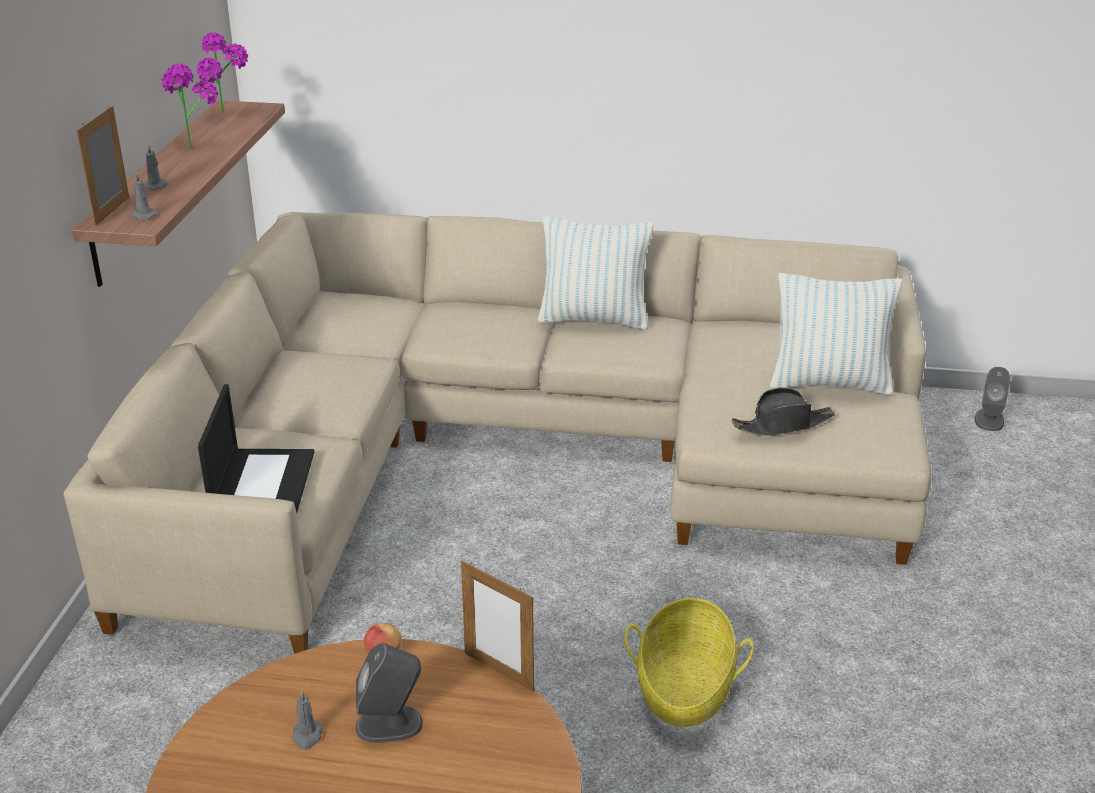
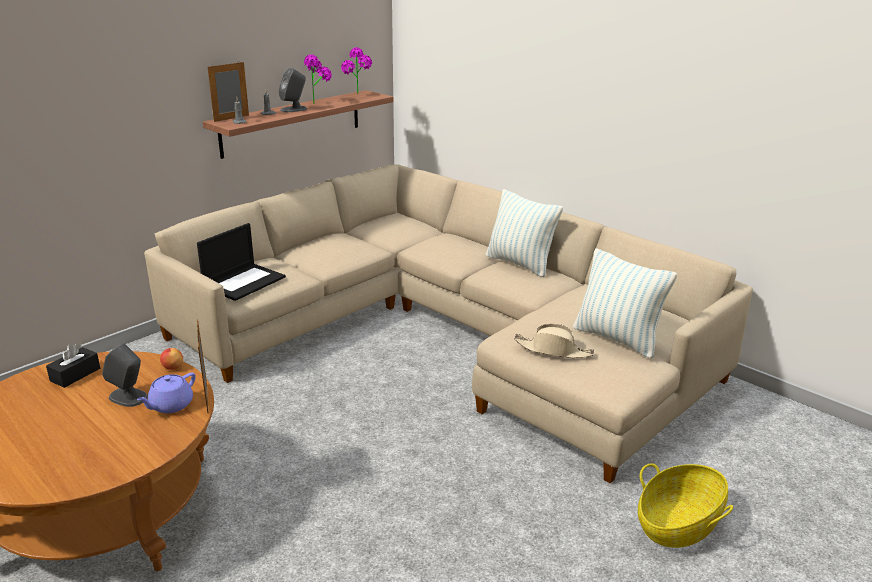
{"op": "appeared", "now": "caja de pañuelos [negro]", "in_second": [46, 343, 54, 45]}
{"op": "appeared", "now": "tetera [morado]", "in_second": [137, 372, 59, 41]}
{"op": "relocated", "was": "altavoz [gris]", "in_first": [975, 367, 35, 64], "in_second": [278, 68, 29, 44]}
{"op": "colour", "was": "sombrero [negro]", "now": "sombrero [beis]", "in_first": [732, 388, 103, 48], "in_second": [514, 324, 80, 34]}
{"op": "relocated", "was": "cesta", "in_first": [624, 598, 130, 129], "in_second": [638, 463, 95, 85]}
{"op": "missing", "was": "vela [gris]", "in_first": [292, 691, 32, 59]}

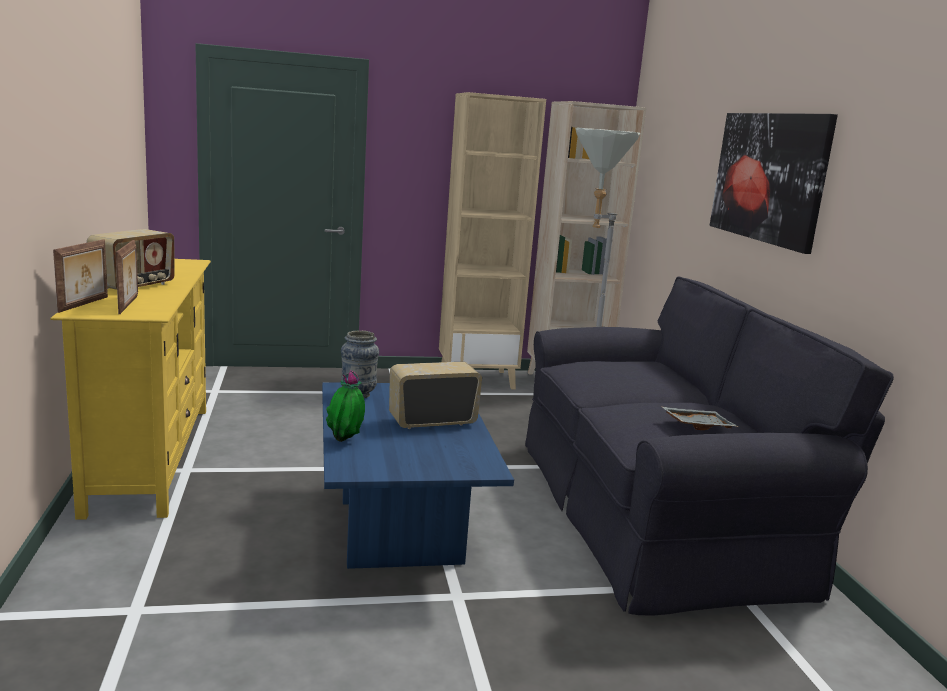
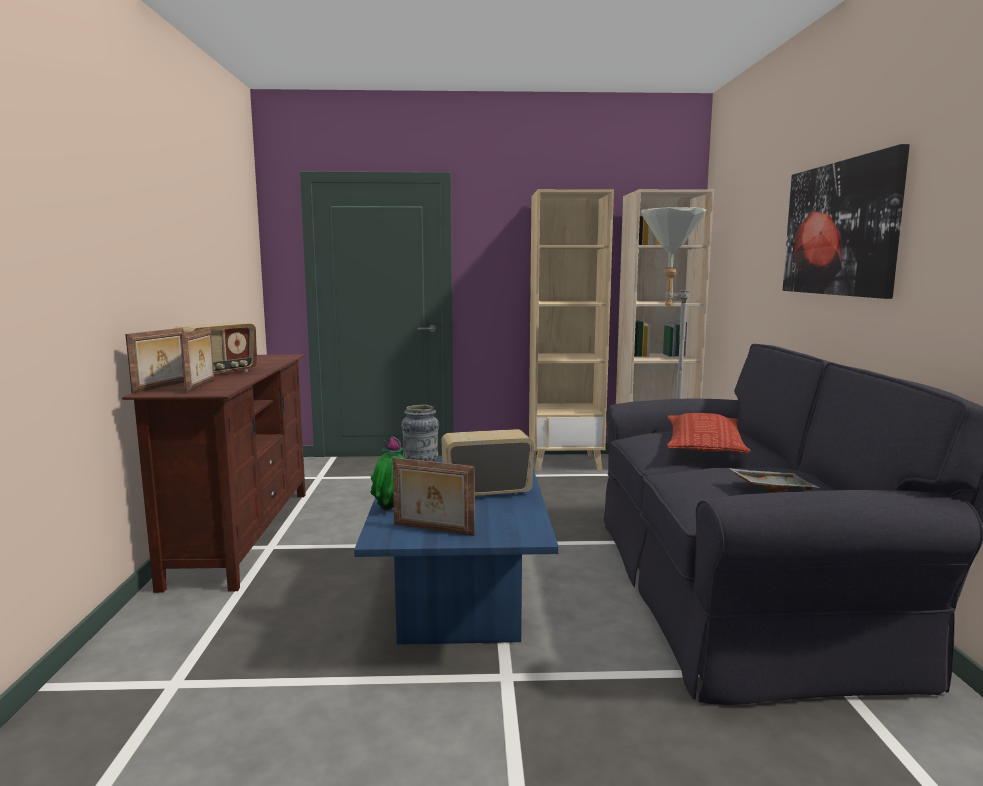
{"op": "colour", "was": "mueble de televisión [amarillo]", "now": "mueble de televisión [marrón]", "in_first": [50, 259, 161, 261], "in_second": [122, 355, 184, 238]}
{"op": "appeared", "now": "portarretratos", "in_second": [392, 457, 83, 79]}
{"op": "appeared", "now": "cojín", "in_second": [667, 413, 84, 40]}

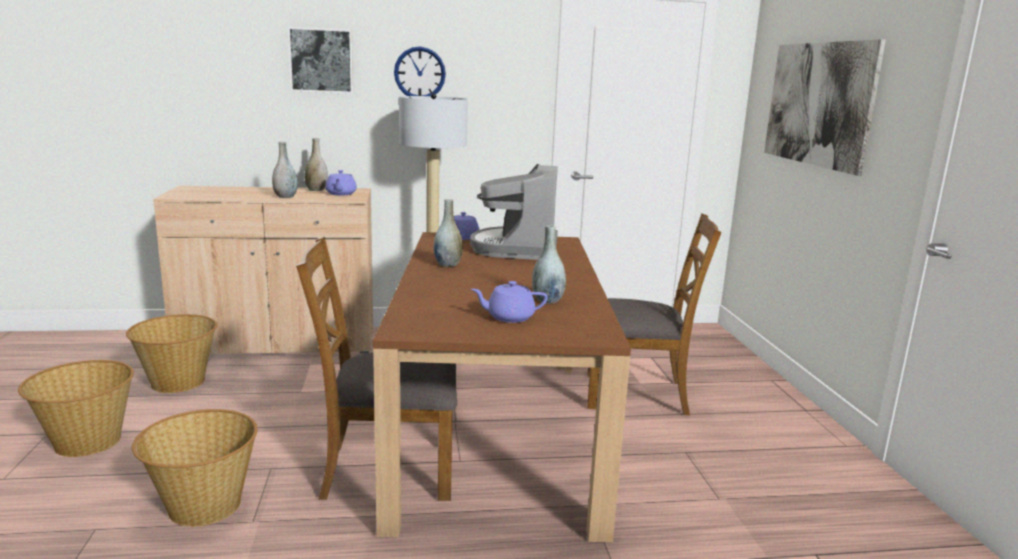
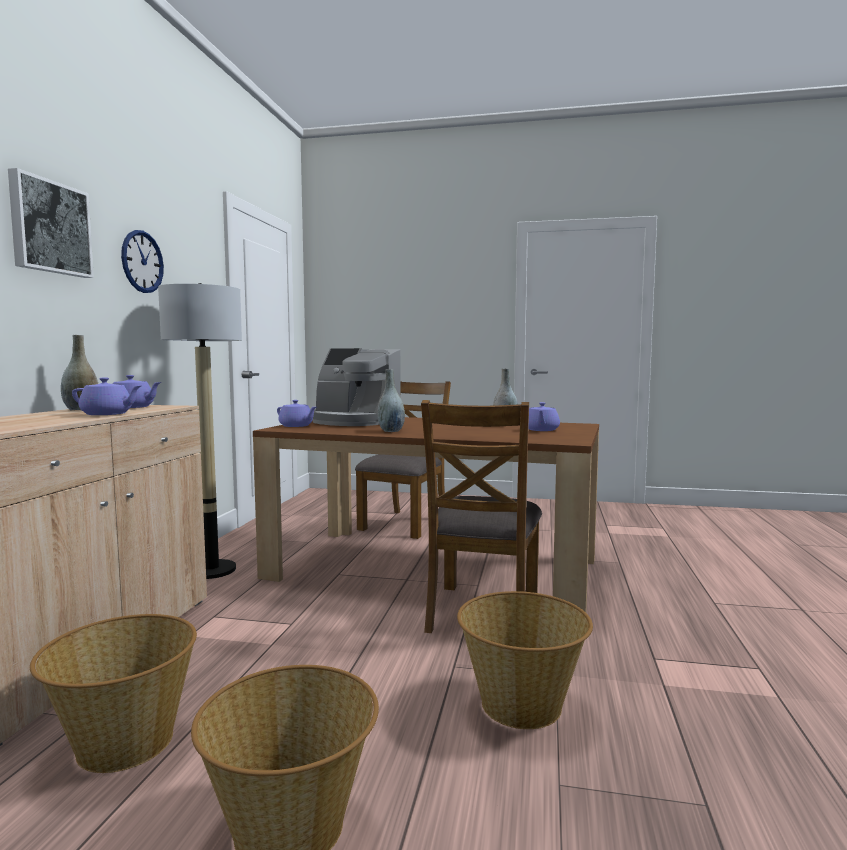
{"op": "exchanged", "was": "florero [gris]", "now": "tetera [morado]", "in_first": [272, 142, 26, 56], "in_second": [72, 378, 69, 37]}
{"op": "missing", "was": "cuadro", "in_first": [764, 39, 122, 137]}

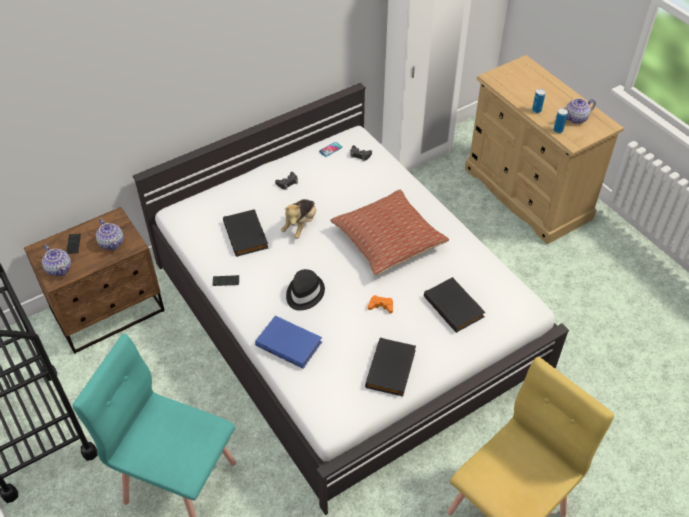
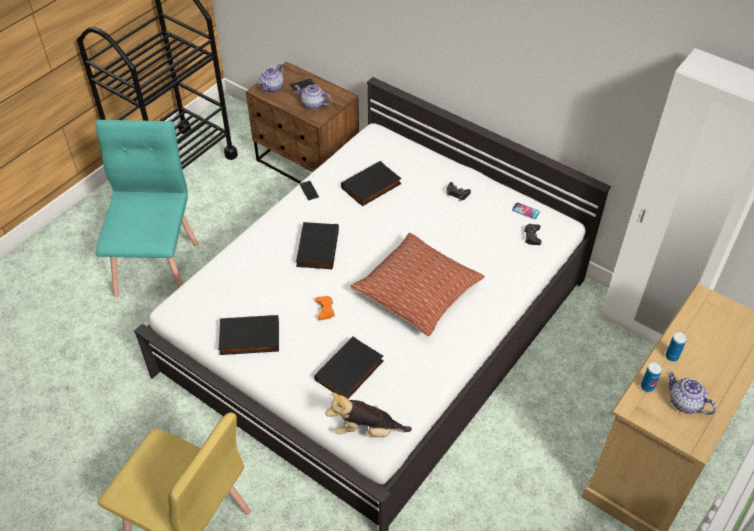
{"op": "spun", "was": "tetera", "in_first": [96, 218, 28, 32], "in_second": [295, 85, 37, 25], "clockwise": 75}
{"op": "exchanged", "was": "sombrero [negro]", "now": "libro [negro]", "in_first": [286, 269, 39, 42], "in_second": [296, 222, 43, 47]}
{"op": "relocated", "was": "peluche", "in_first": [281, 199, 35, 40], "in_second": [326, 393, 86, 45]}
{"op": "missing", "was": "libro [azul]", "in_first": [255, 315, 67, 54]}

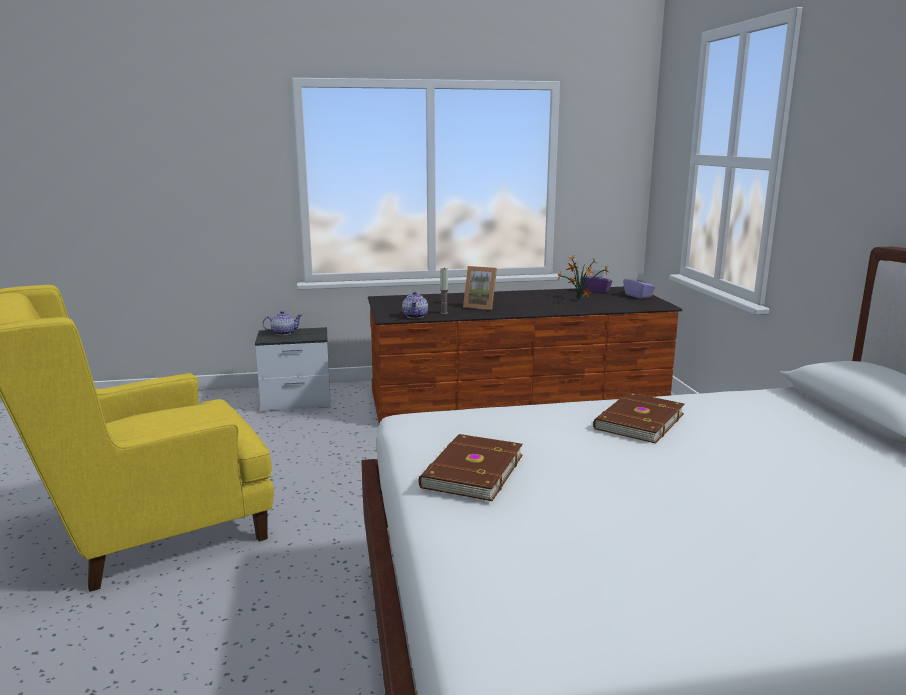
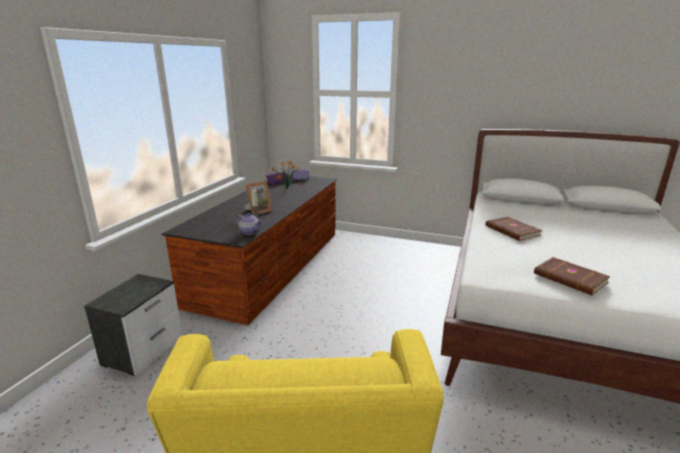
{"op": "missing", "was": "tetera", "in_first": [263, 311, 39, 24]}

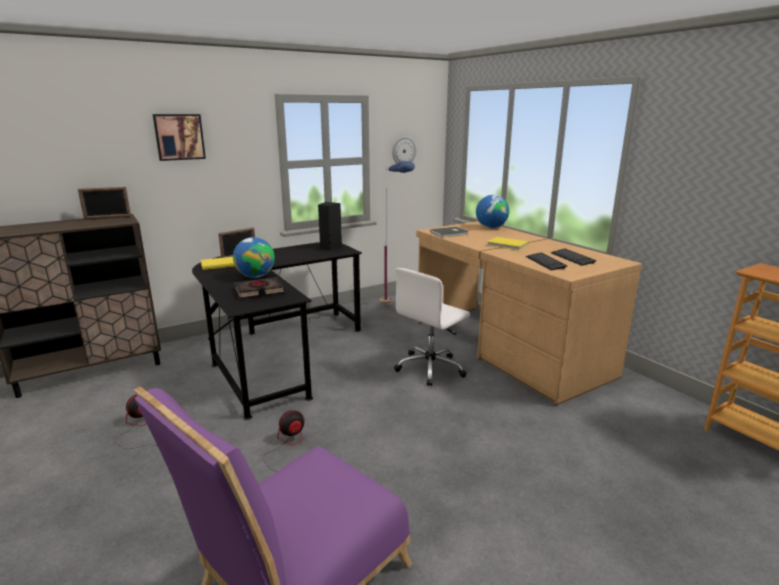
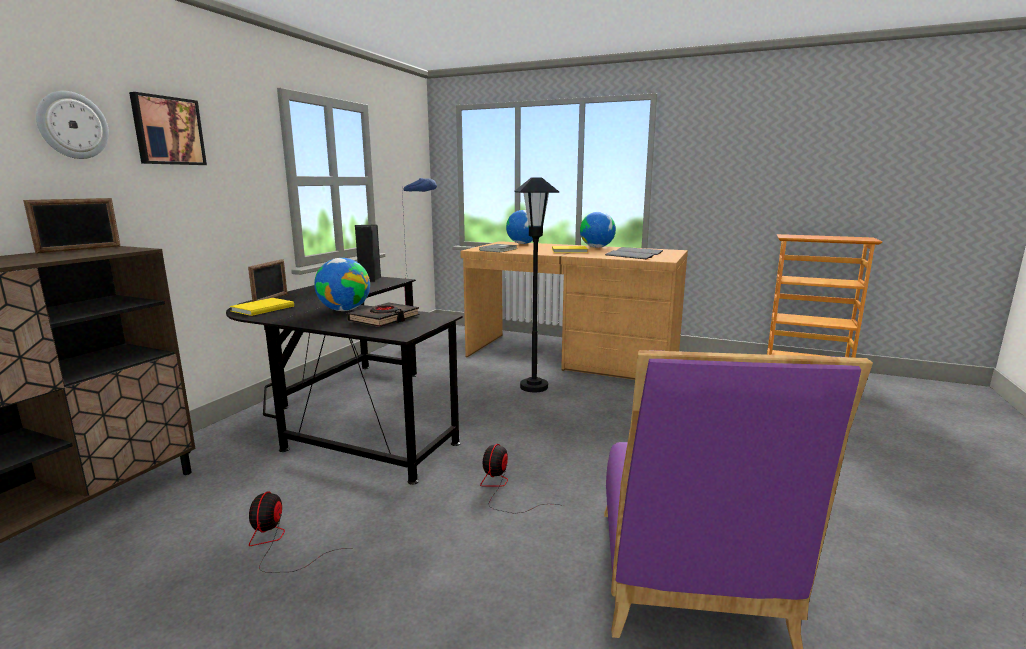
{"op": "relocated", "was": "reloj de pared", "in_first": [392, 136, 25, 27], "in_second": [36, 91, 73, 68]}
{"op": "exchanged", "was": "silla de oficina [blanco]", "now": "lámpara de pie [negro]", "in_first": [394, 268, 76, 118], "in_second": [514, 177, 45, 215]}
{"op": "appeared", "now": "globo terráqueo", "in_second": [580, 212, 36, 36]}

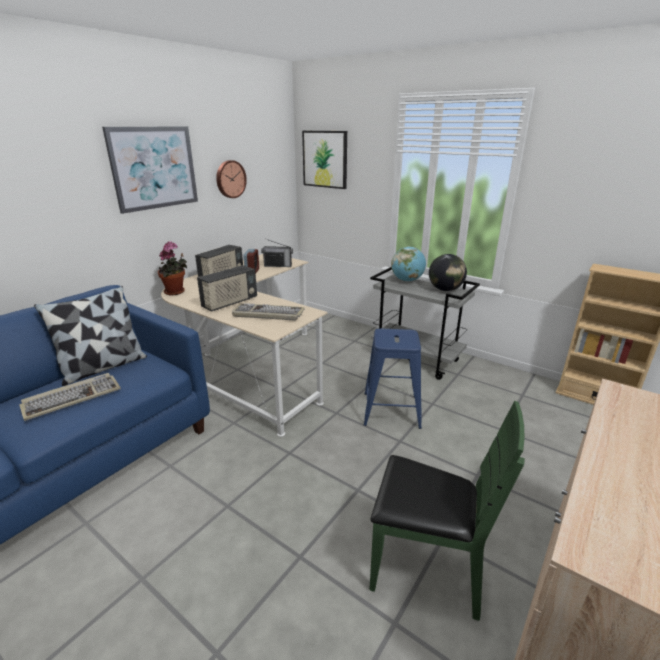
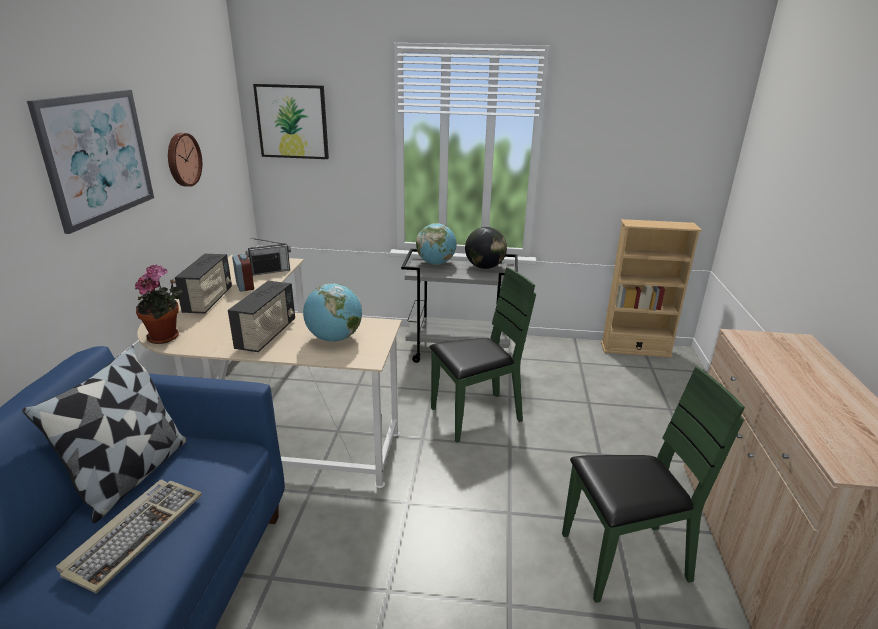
{"op": "exchanged", "was": "teclado", "now": "globo terráqueo", "in_first": [232, 303, 73, 18], "in_second": [303, 283, 59, 59]}
{"op": "exchanged", "was": "taburete [azul]", "now": "silla [verde]", "in_first": [364, 329, 58, 100], "in_second": [430, 267, 106, 176]}

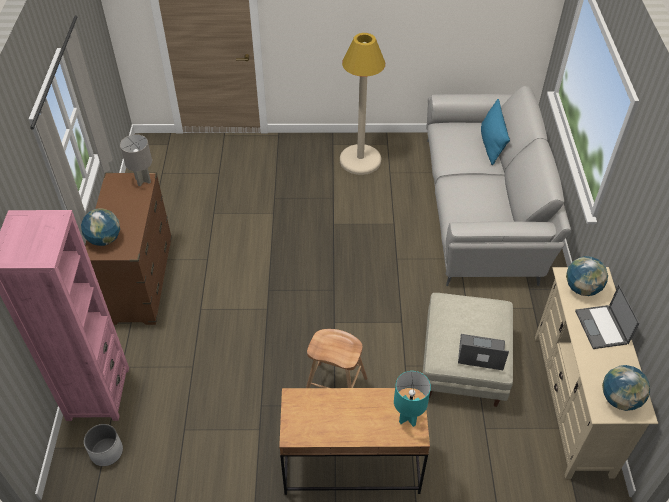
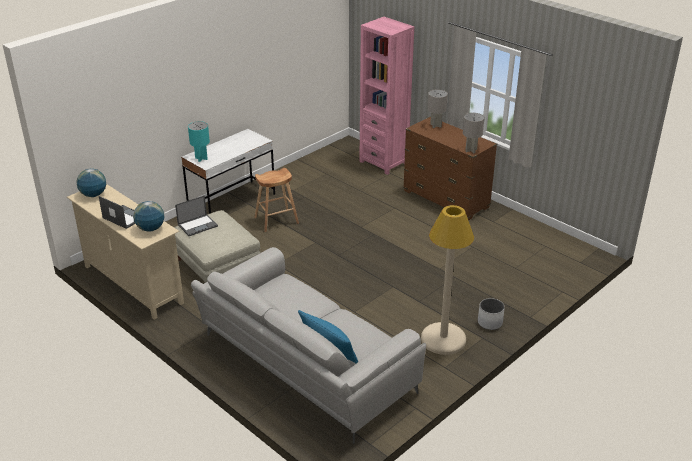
{"op": "colour", "was": "escritorio [marrón]", "now": "escritorio [blanco]", "in_first": [279, 388, 151, 107], "in_second": [181, 129, 94, 85]}
{"op": "exchanged", "was": "globo terráqueo", "now": "lámpara de mesa [gris]", "in_first": [81, 208, 39, 38], "in_second": [428, 89, 20, 39]}
{"op": "relocated", "was": "maceta [blanco]", "in_first": [84, 424, 39, 42], "in_second": [478, 298, 27, 32]}

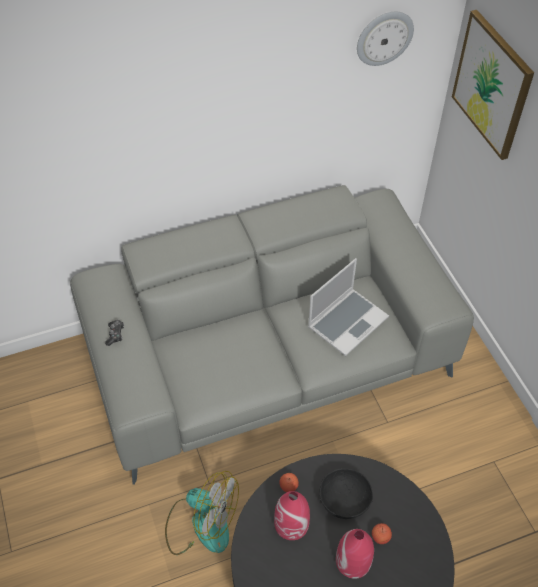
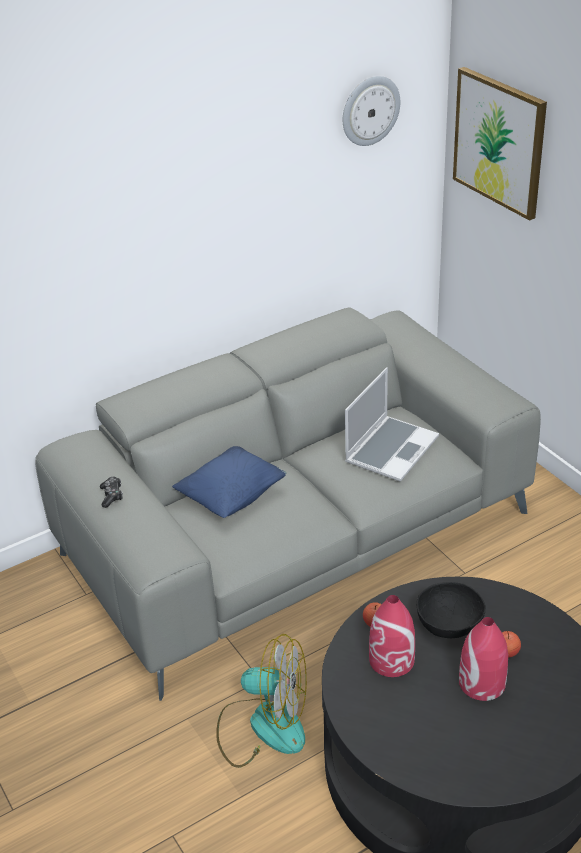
{"op": "appeared", "now": "cojín [azul]", "in_second": [172, 446, 114, 72]}

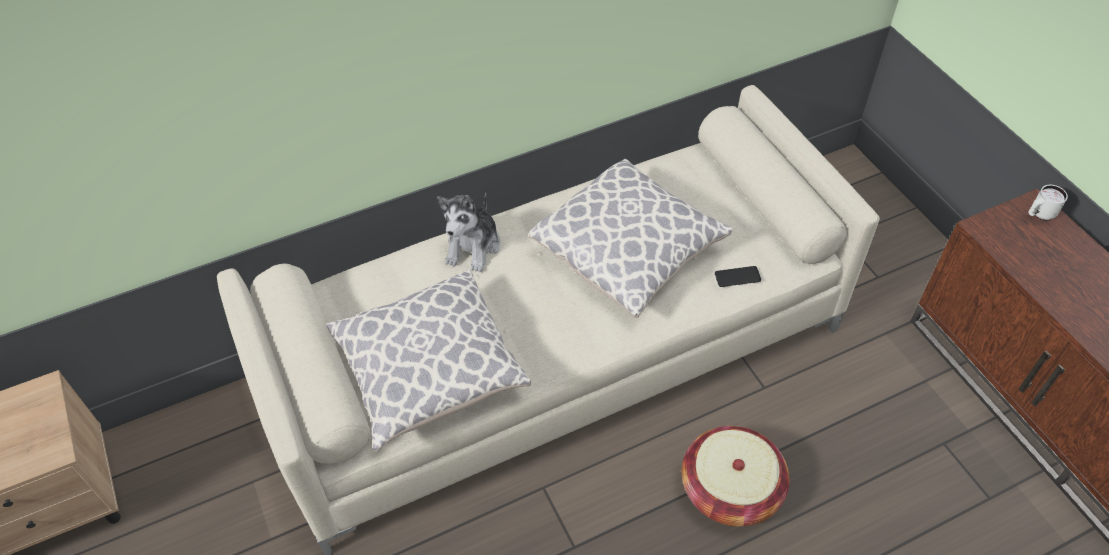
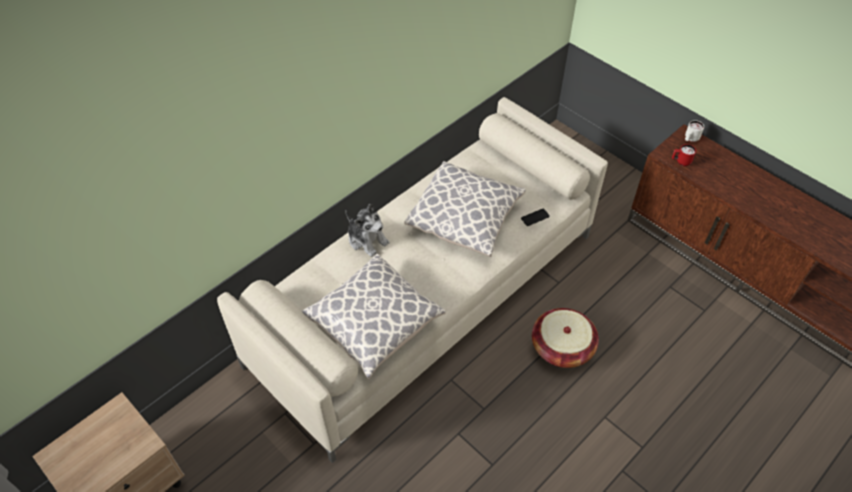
{"op": "spun", "was": "peluche", "in_first": [437, 193, 63, 79], "in_second": [345, 204, 44, 53], "clockwise": -45}
{"op": "appeared", "now": "taza grande [rojo]", "in_second": [672, 144, 24, 22]}

